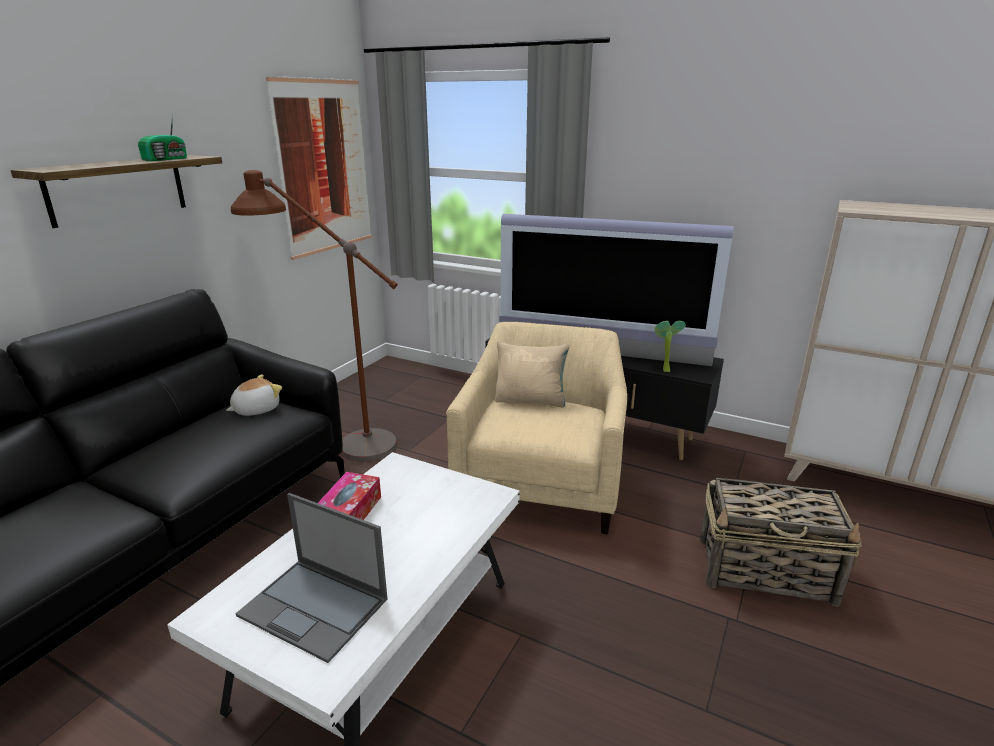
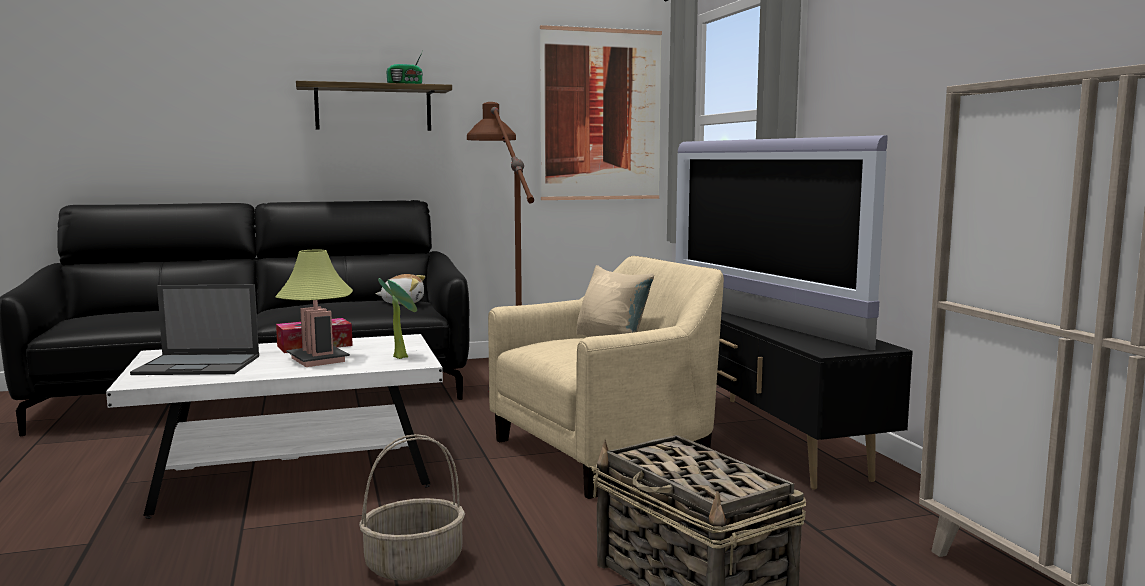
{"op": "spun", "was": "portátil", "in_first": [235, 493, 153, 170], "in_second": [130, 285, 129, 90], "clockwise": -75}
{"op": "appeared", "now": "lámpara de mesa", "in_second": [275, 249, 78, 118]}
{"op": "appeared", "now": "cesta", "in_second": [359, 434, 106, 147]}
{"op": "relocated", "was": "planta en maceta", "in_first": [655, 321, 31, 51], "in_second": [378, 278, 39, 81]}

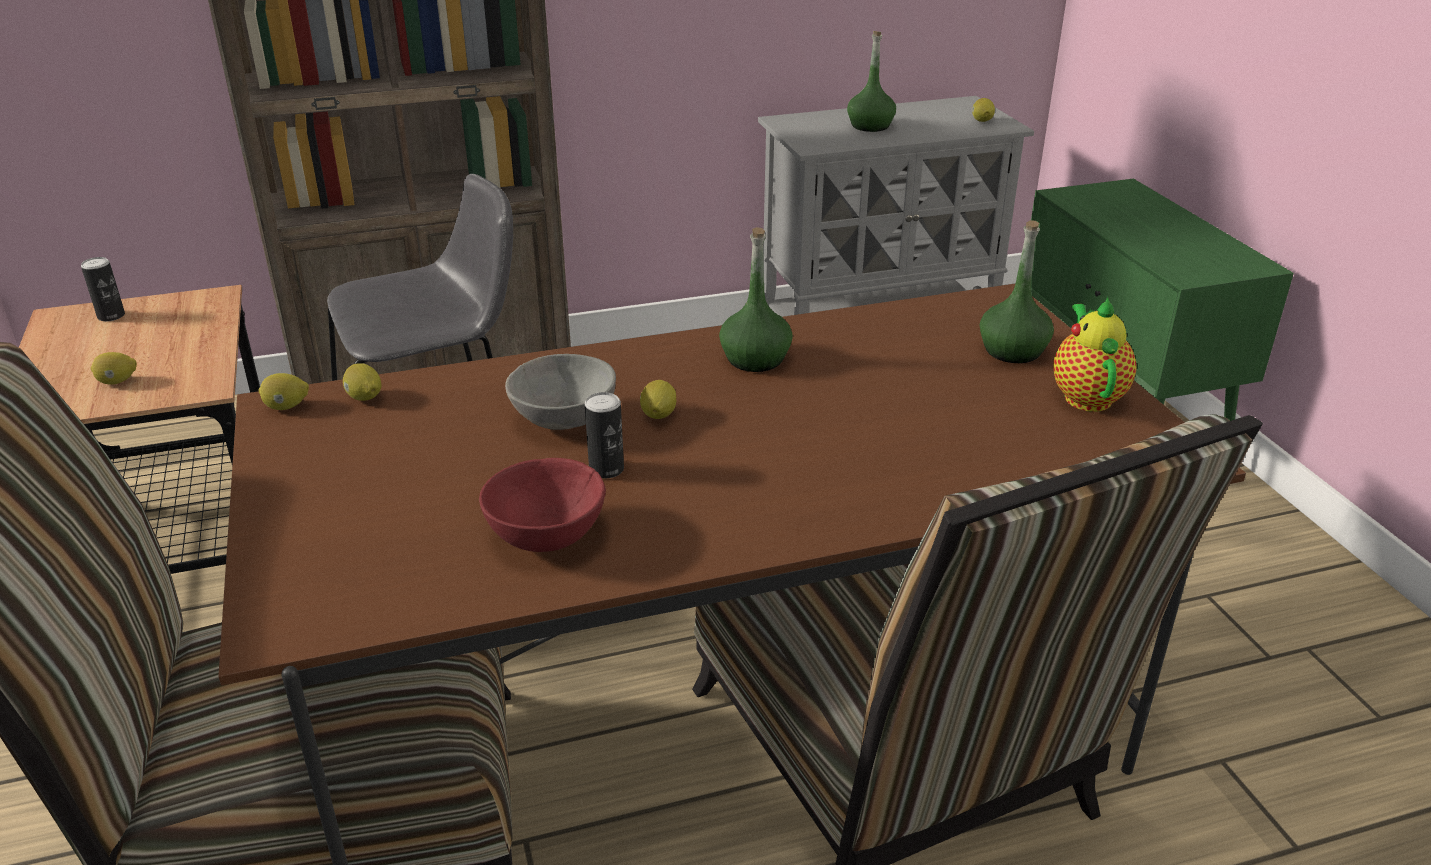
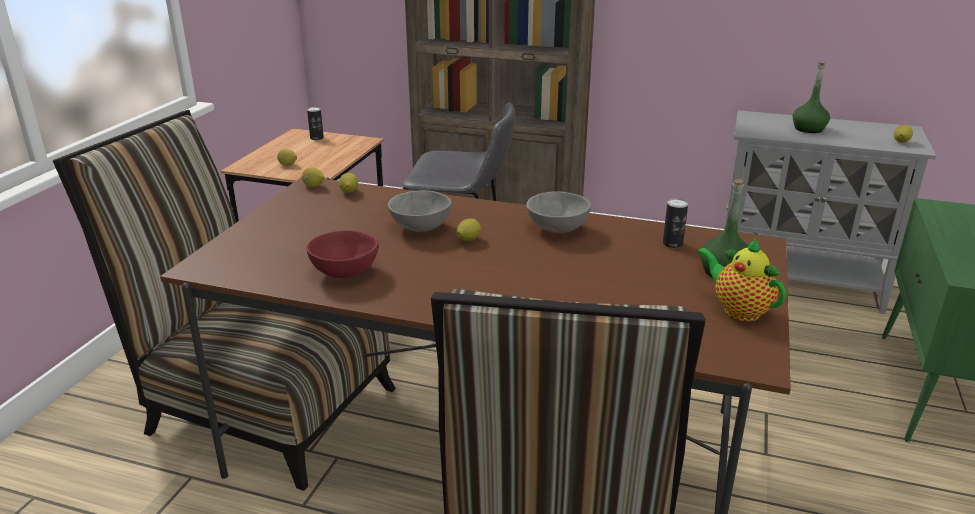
{"op": "exchanged", "was": "botella [verde]", "now": "cuenco [gris]", "in_first": [719, 227, 74, 145], "in_second": [526, 192, 65, 41]}
{"op": "relocated", "was": "lata", "in_first": [585, 392, 39, 86], "in_second": [663, 198, 25, 50]}
{"op": "spun", "was": "tetera", "in_first": [1053, 297, 84, 115], "in_second": [697, 238, 89, 83], "clockwise": -75}

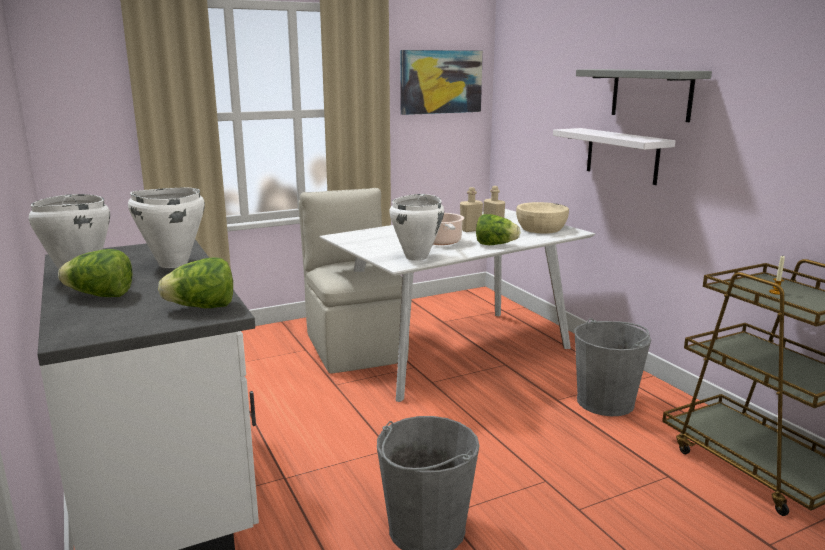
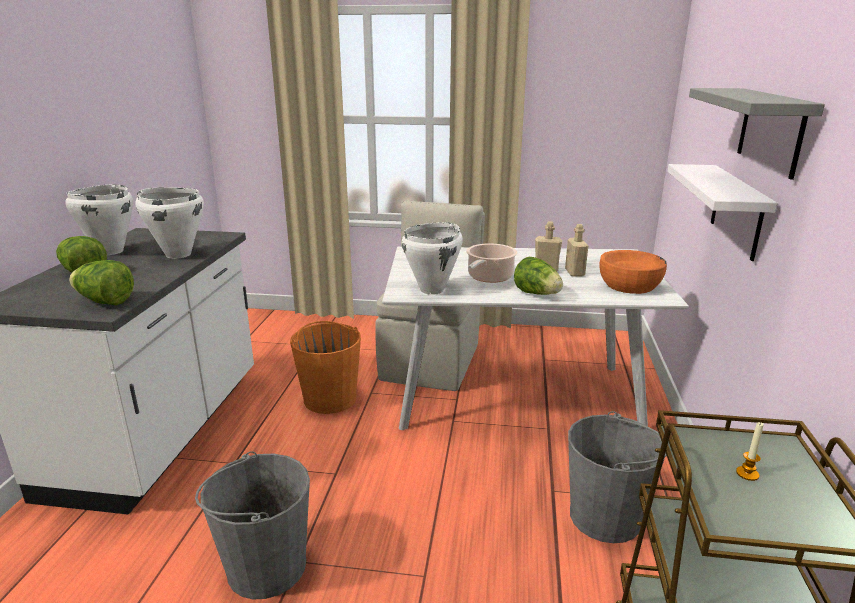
{"op": "appeared", "now": "cubo [naranja]", "in_second": [290, 321, 71, 93]}
{"op": "colour", "was": "cuenco [beis]", "now": "cuenco [naranja]", "in_first": [516, 202, 53, 32], "in_second": [599, 250, 68, 44]}
{"op": "missing", "was": "cuadro", "in_first": [400, 50, 83, 65]}

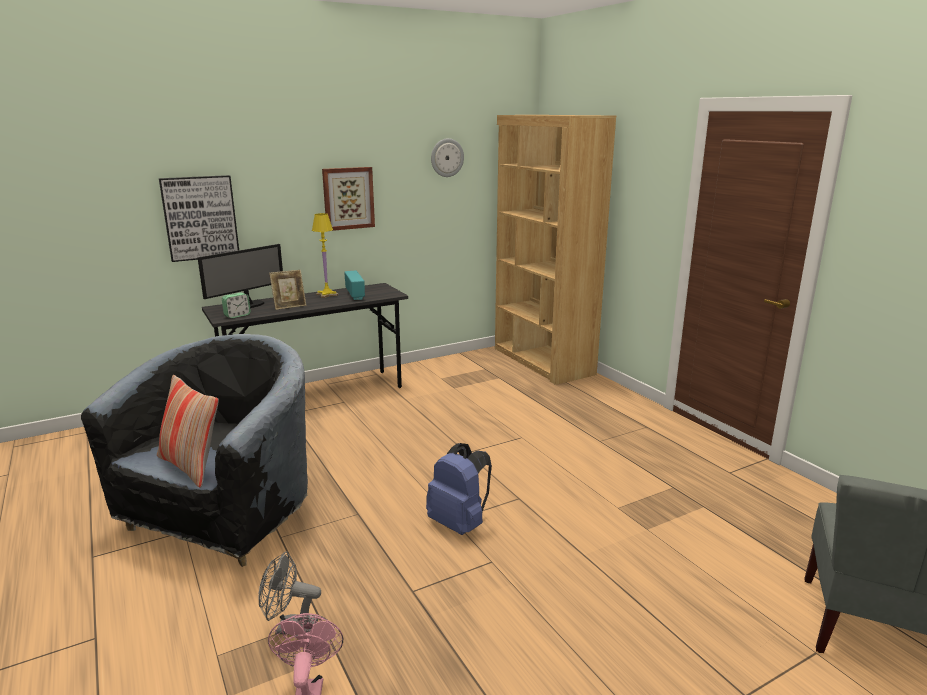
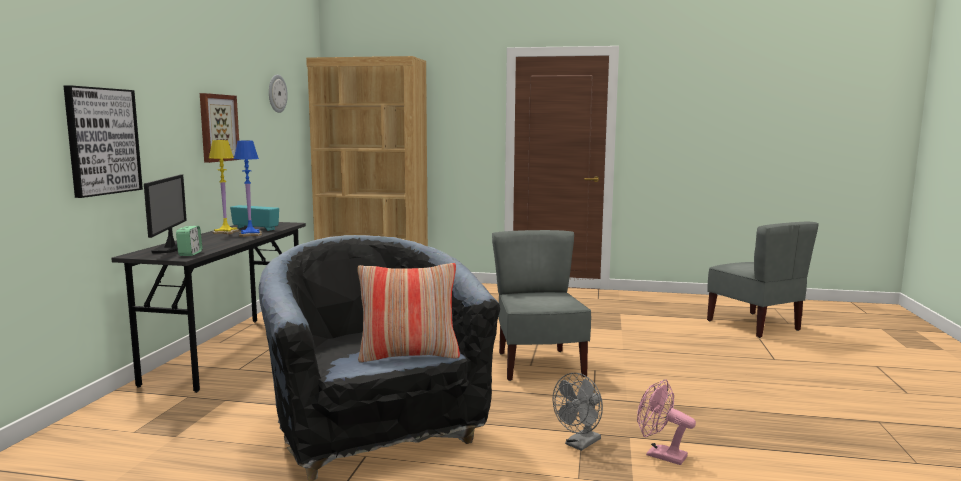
{"op": "appeared", "now": "lámpara de mesa [azul]", "in_second": [234, 141, 28, 96]}
{"op": "exchanged", "was": "mochila [azul]", "now": "silla [gris]", "in_first": [426, 443, 66, 92], "in_second": [492, 230, 99, 151]}
{"op": "missing", "was": "portarretratos", "in_first": [269, 270, 37, 40]}

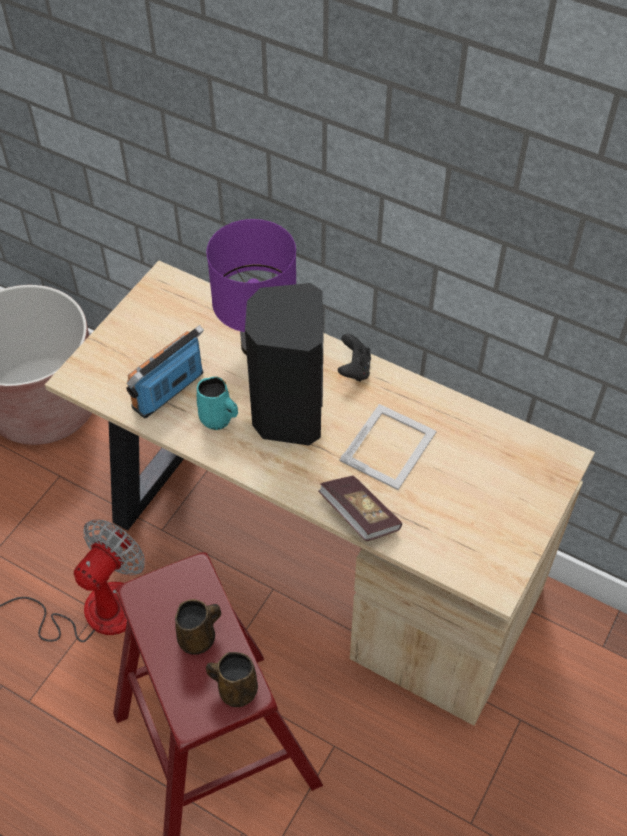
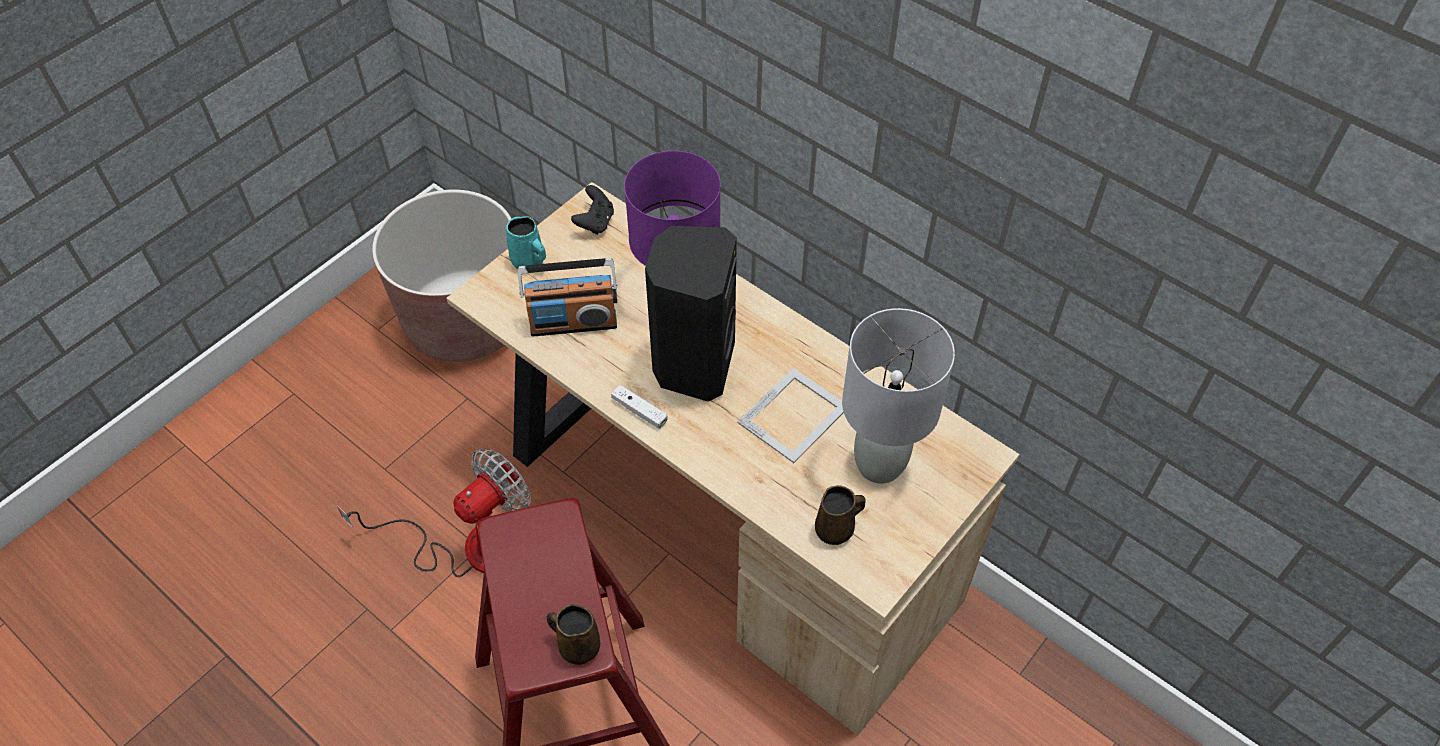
{"op": "relocated", "was": "taza grande [turquesa]", "in_first": [197, 376, 41, 54], "in_second": [506, 216, 40, 53]}
{"op": "spun", "was": "radio", "in_first": [127, 325, 77, 94], "in_second": [518, 258, 99, 78], "clockwise": -150}
{"op": "relocated", "was": "mando de consola [negro]", "in_first": [338, 334, 33, 48], "in_second": [571, 185, 43, 50]}
{"op": "appeared", "now": "mando de consola [blanco]", "in_second": [611, 385, 57, 44]}
{"op": "relocated", "was": "taza grande [marrón]", "in_first": [175, 599, 46, 56], "in_second": [815, 485, 51, 60]}
{"op": "appeared", "now": "lámpara de mesa [gris]", "in_second": [842, 308, 113, 176]}
{"op": "missing", "was": "libro", "in_first": [318, 476, 84, 65]}

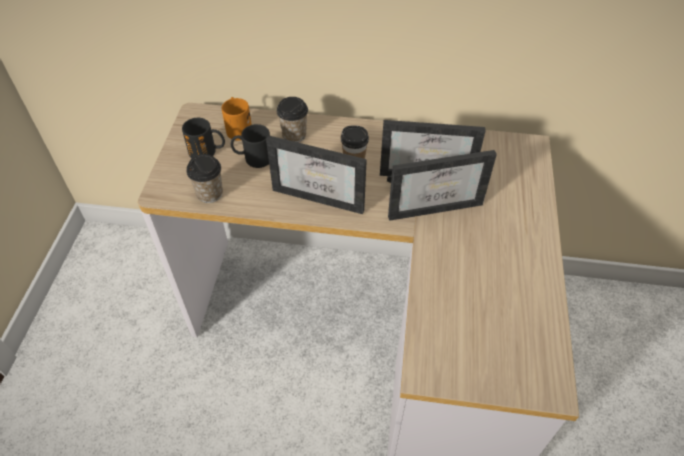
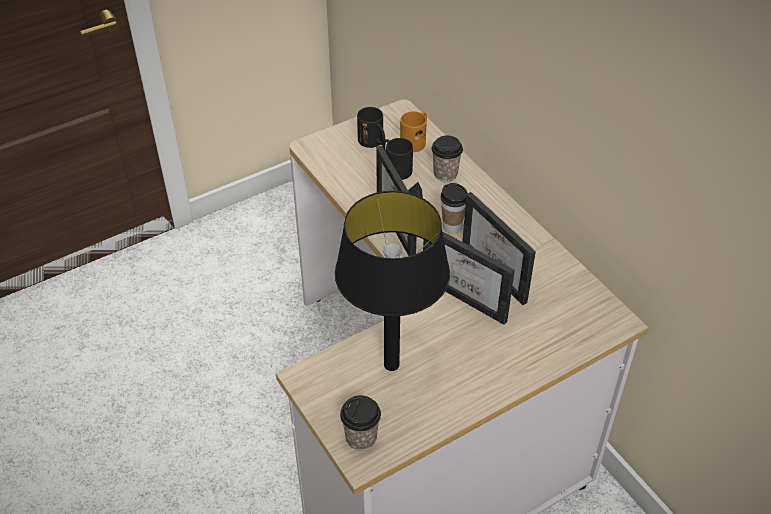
{"op": "appeared", "now": "lámpara de mesa [negro]", "in_second": [335, 191, 115, 180]}
{"op": "relocated", "was": "taza", "in_first": [186, 154, 37, 49], "in_second": [340, 395, 41, 55]}

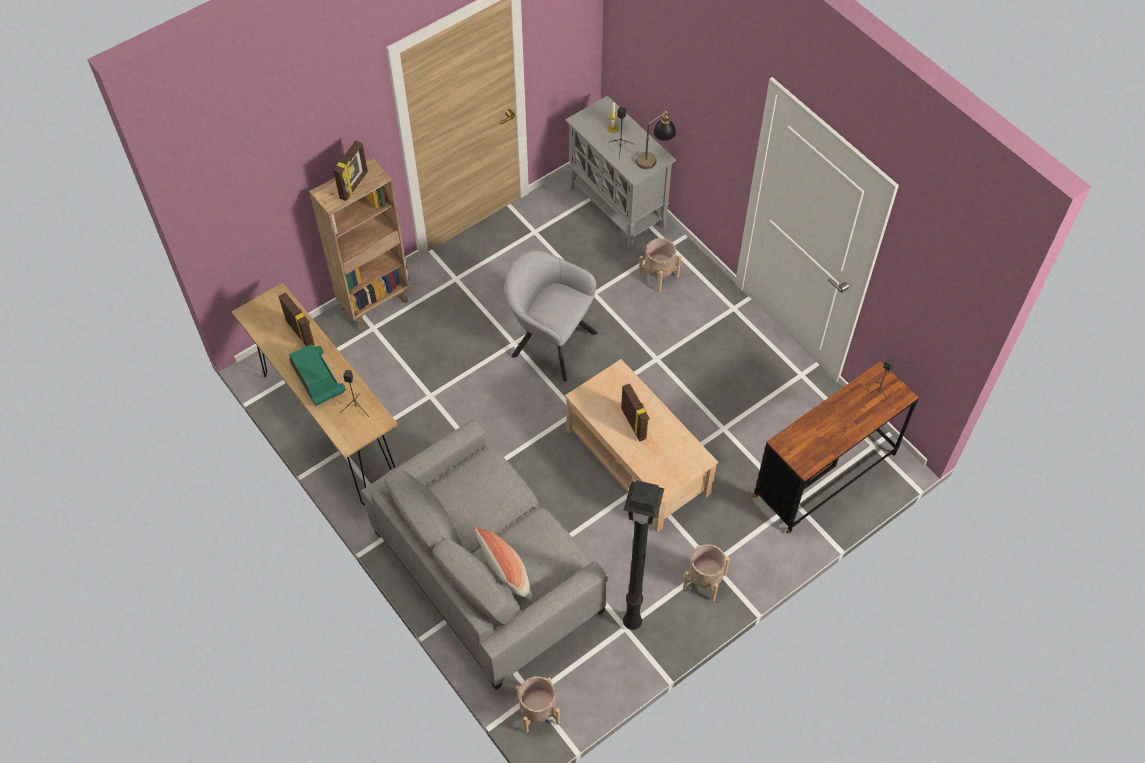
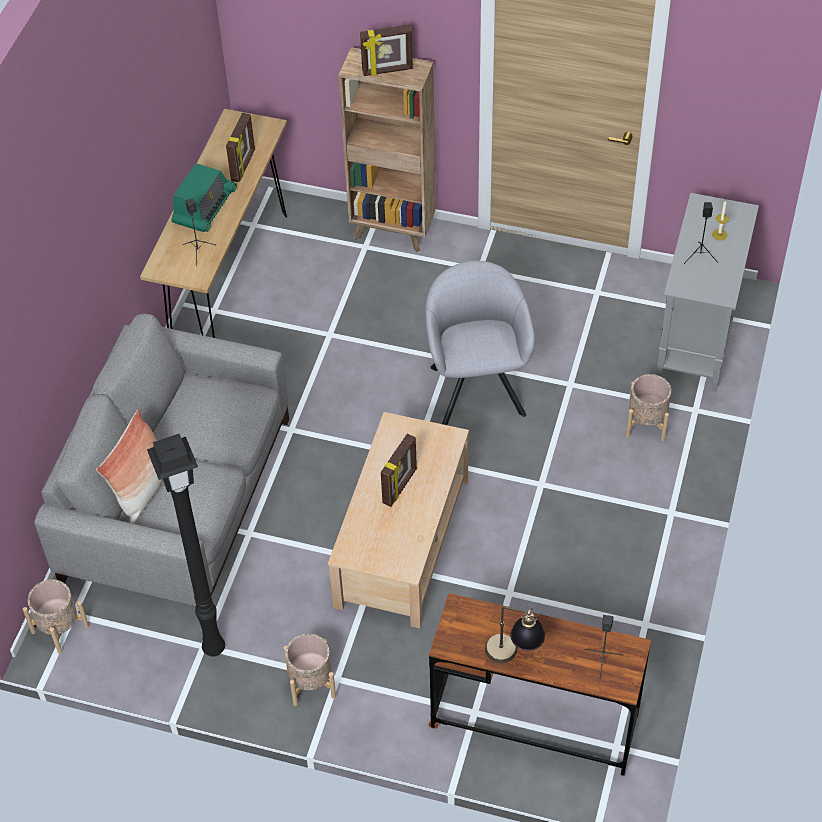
{"op": "relocated", "was": "lámpara de mesa", "in_first": [635, 109, 41, 60], "in_second": [485, 607, 60, 56]}

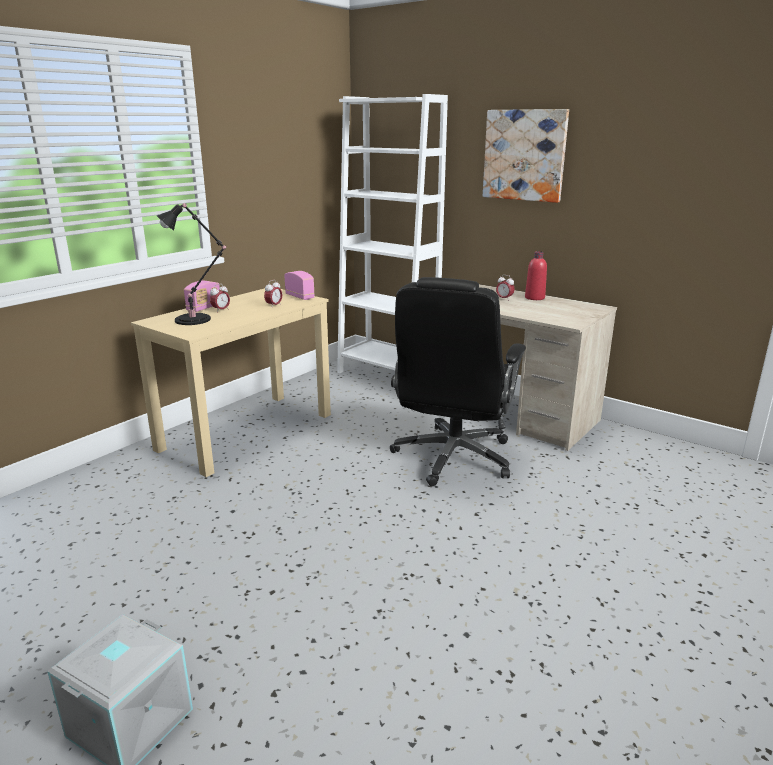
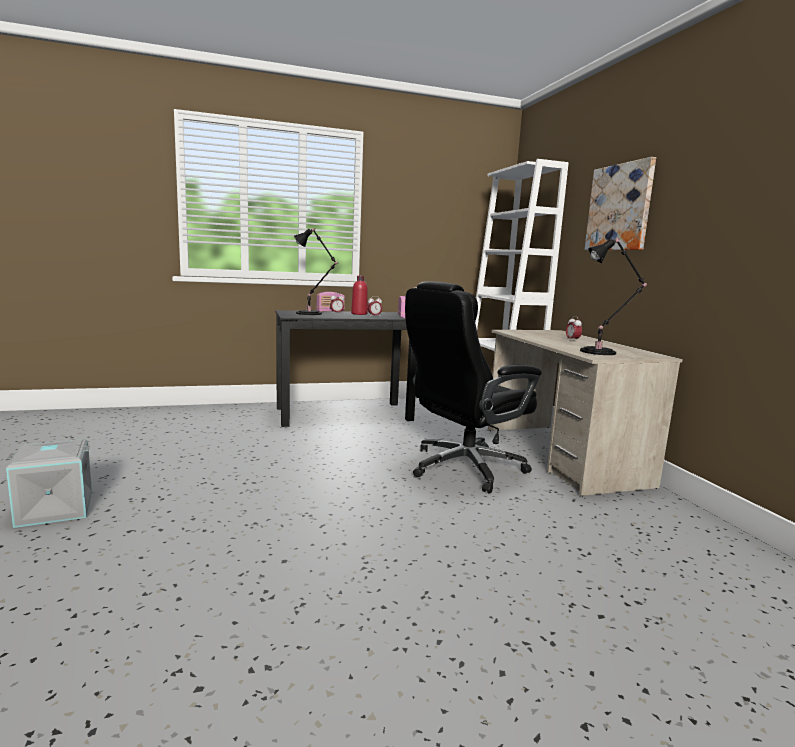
{"op": "colour", "was": "escritorio [beis]", "now": "escritorio [negro]", "in_first": [131, 288, 200, 189], "in_second": [275, 310, 141, 117]}
{"op": "relocated", "was": "botella [rojo]", "in_first": [525, 251, 22, 49], "in_second": [351, 276, 17, 39]}
{"op": "appeared", "now": "lámpara de mesa [negro]", "in_second": [580, 238, 67, 117]}

